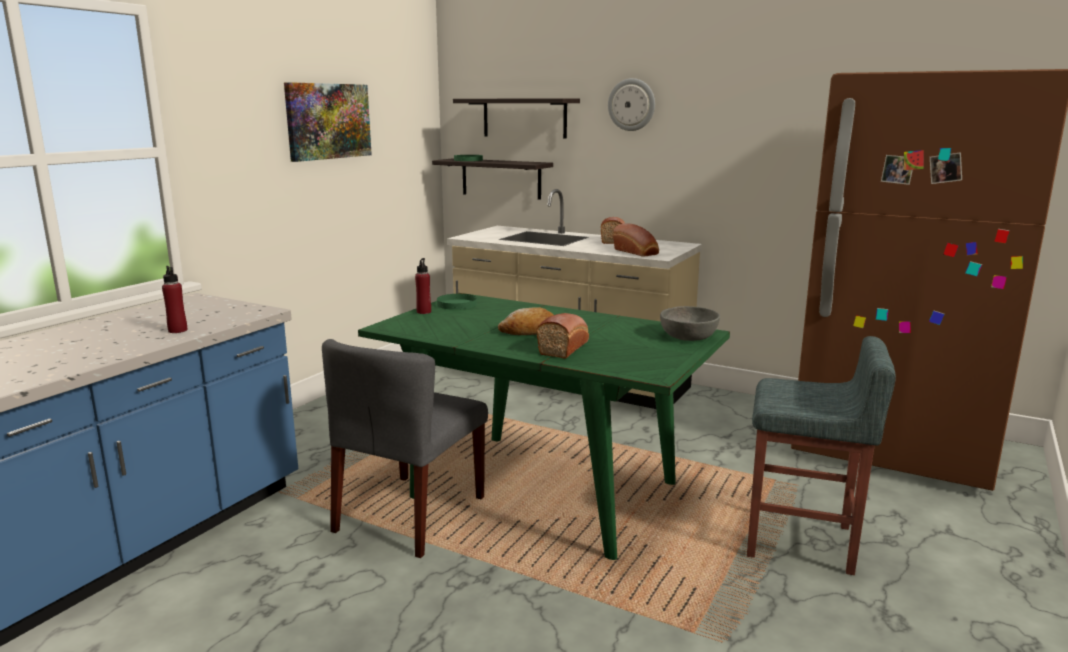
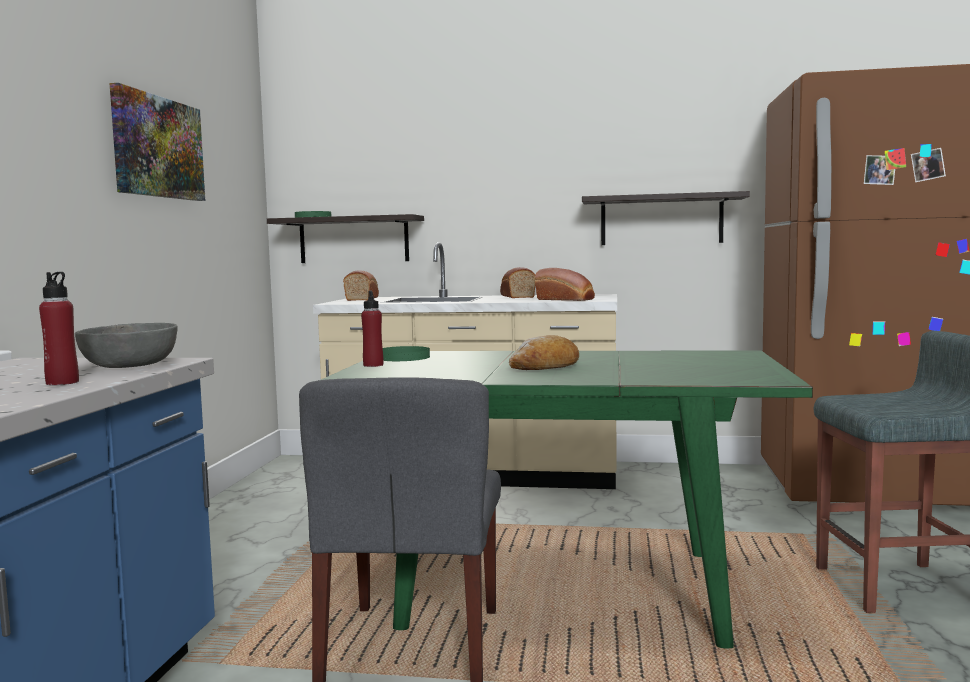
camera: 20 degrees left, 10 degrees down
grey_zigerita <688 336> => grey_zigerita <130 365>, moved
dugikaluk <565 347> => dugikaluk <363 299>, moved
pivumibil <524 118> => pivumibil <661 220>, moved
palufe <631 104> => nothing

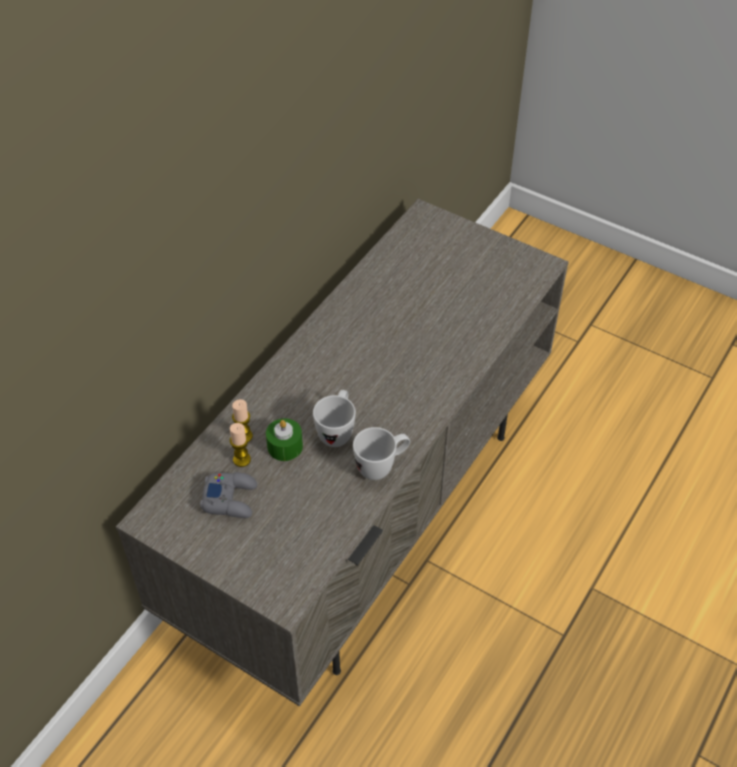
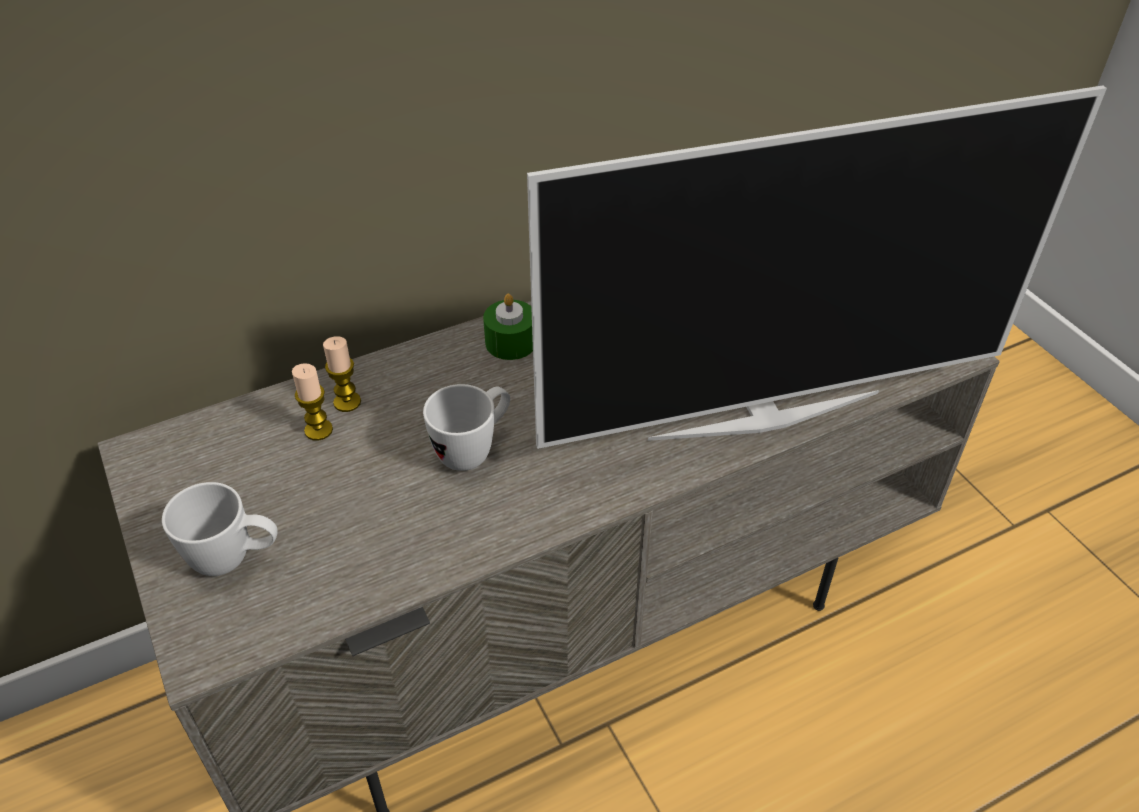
camera: 30 degrees right, 5 degrees down
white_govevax <382 466> => white_govevax <235 559>, moved
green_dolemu <285 446> => green_dolemu <511 342>, moved
nothing => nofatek <763 413>
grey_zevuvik <230 499> => nothing

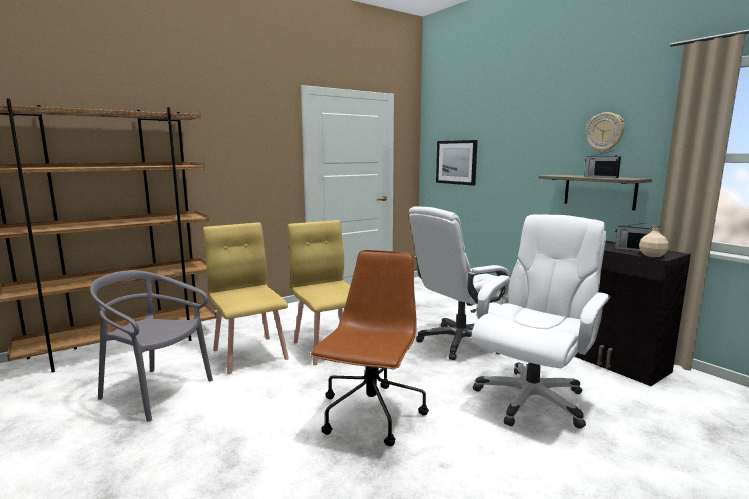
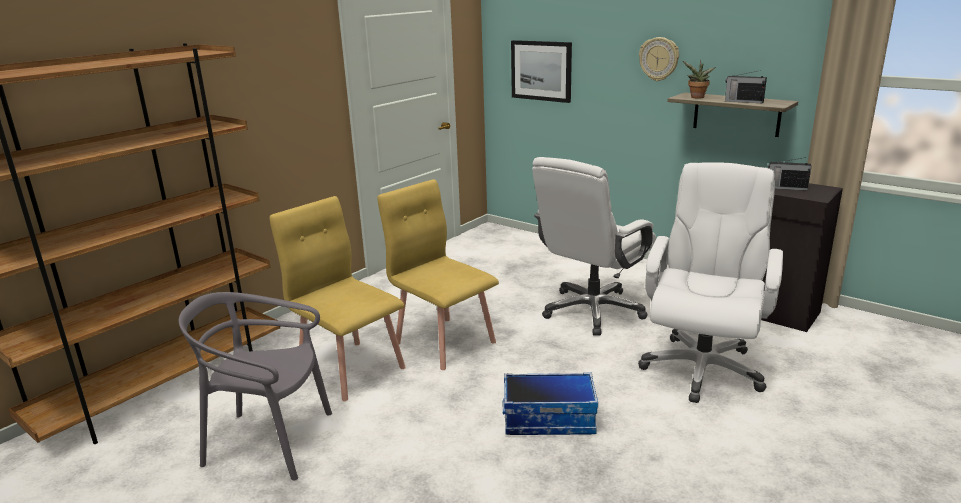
camera: 15 degrees left, 10 degrees up
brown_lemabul <371 415> => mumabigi <549 419>
palufe <605 132> => palufe <659 59>, moved
nothing => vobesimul <696 97>
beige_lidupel <652 255> => nothing

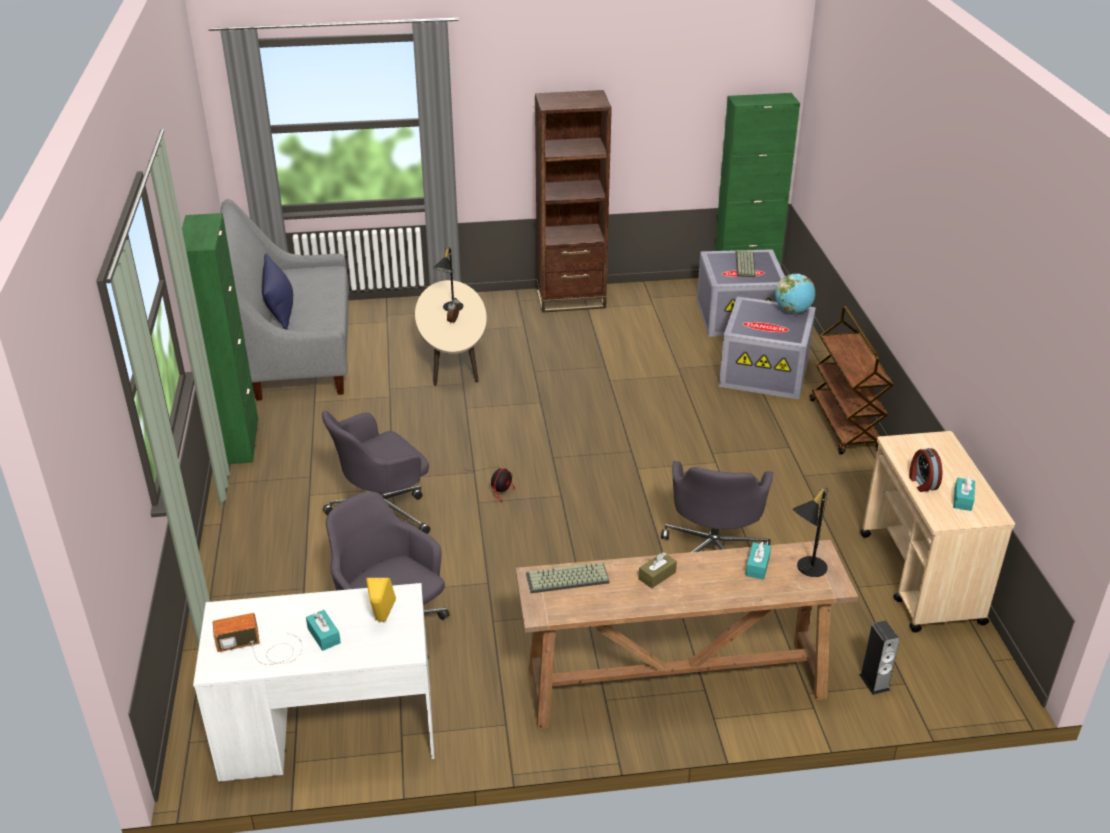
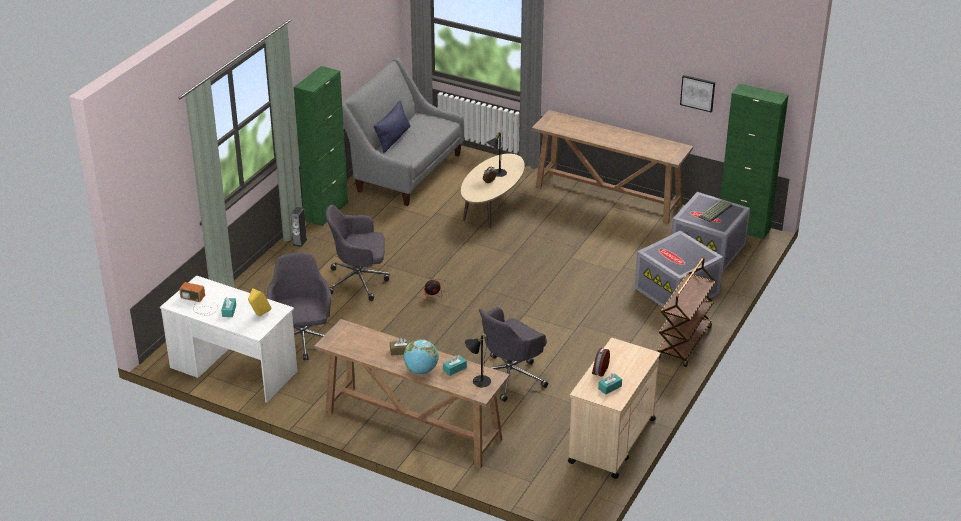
camera: 35 degrees right, 0 degrees up
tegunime <874 682> => tegunime <300 242>, moved
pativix <793 311> => pativix <421 370>, moved
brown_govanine <571 299> => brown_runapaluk <609 196>
nothing => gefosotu <698 93>
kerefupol <567 579> => nothing

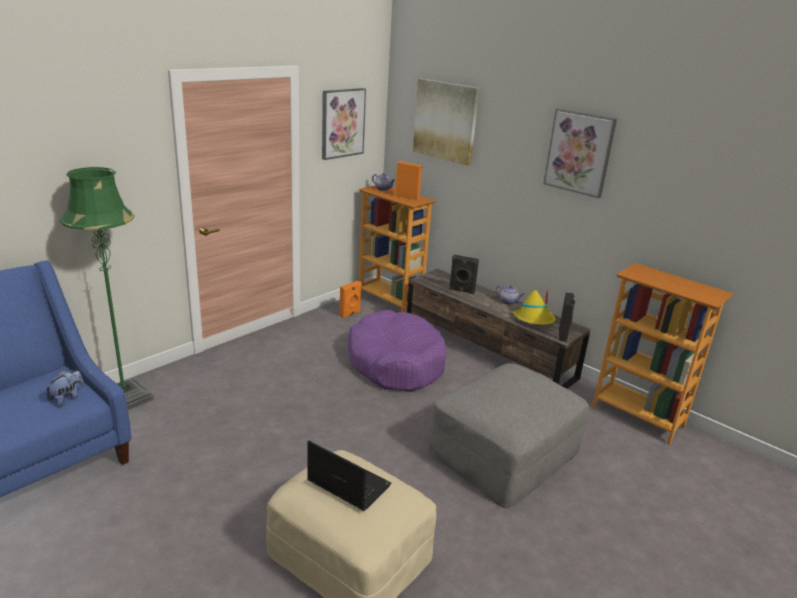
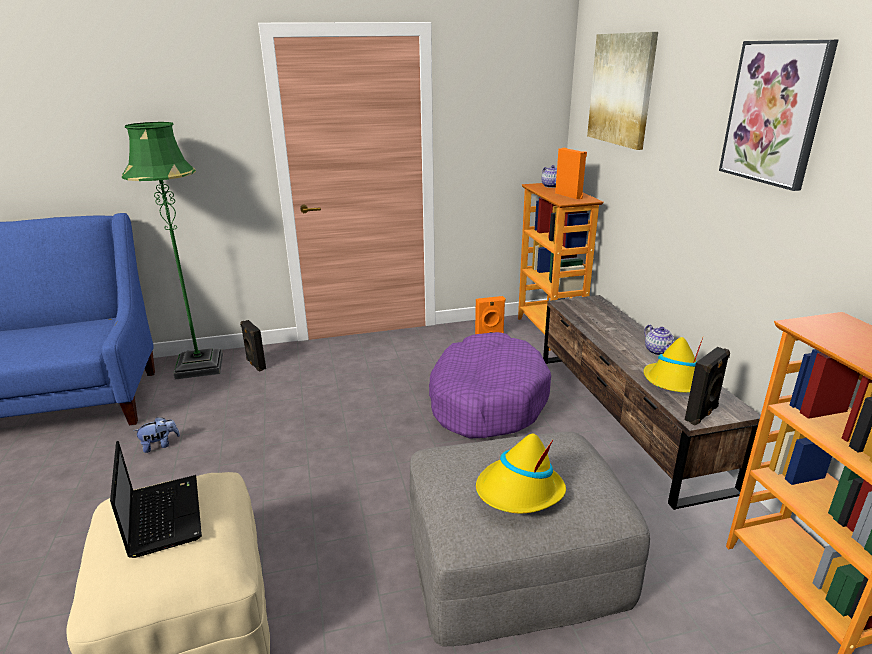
camera: 35 degrees right, 0 degrees up
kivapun <67 398> => kivapun <160 445>, moved
black_tegunime <461 291> => black_tegunime <255 364>, moved
nothing => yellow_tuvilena <519 491>
gefosotu <342 123> => nothing

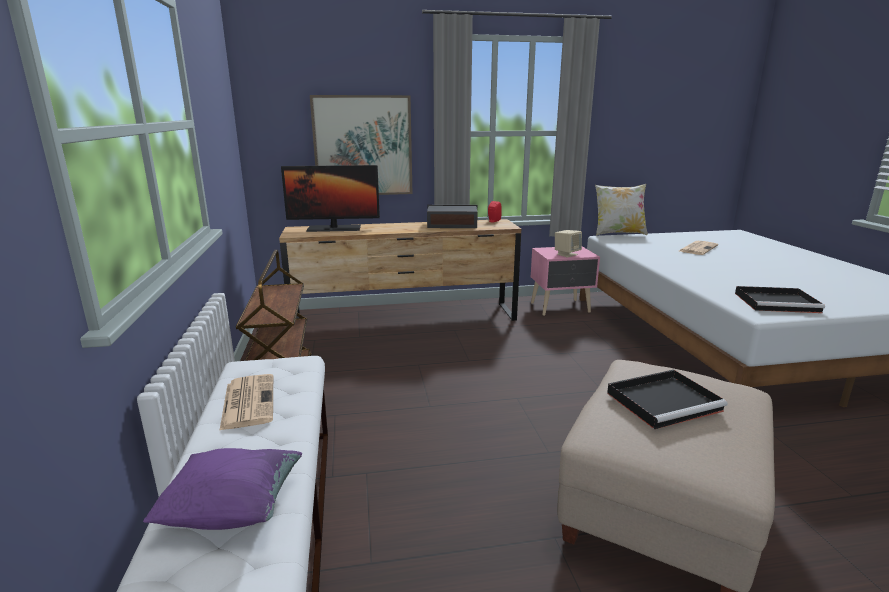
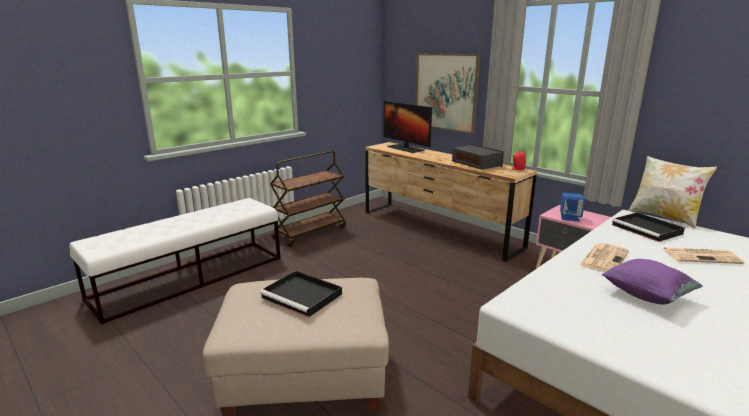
camera: 55 degrees right, 0 degrees up
beige_tegunime <567 254> => blue_tegunime <570 218>
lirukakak <248 401> => lirukakak <604 258>, moved
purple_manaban <233 509> => purple_manaban <647 295>, moved
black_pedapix <778 302> => black_pedapix <648 229>, moved

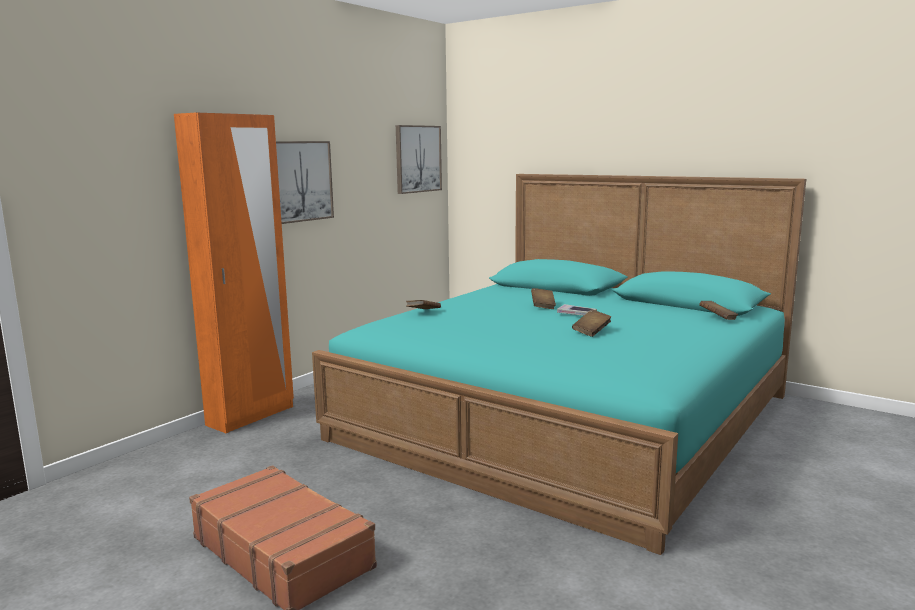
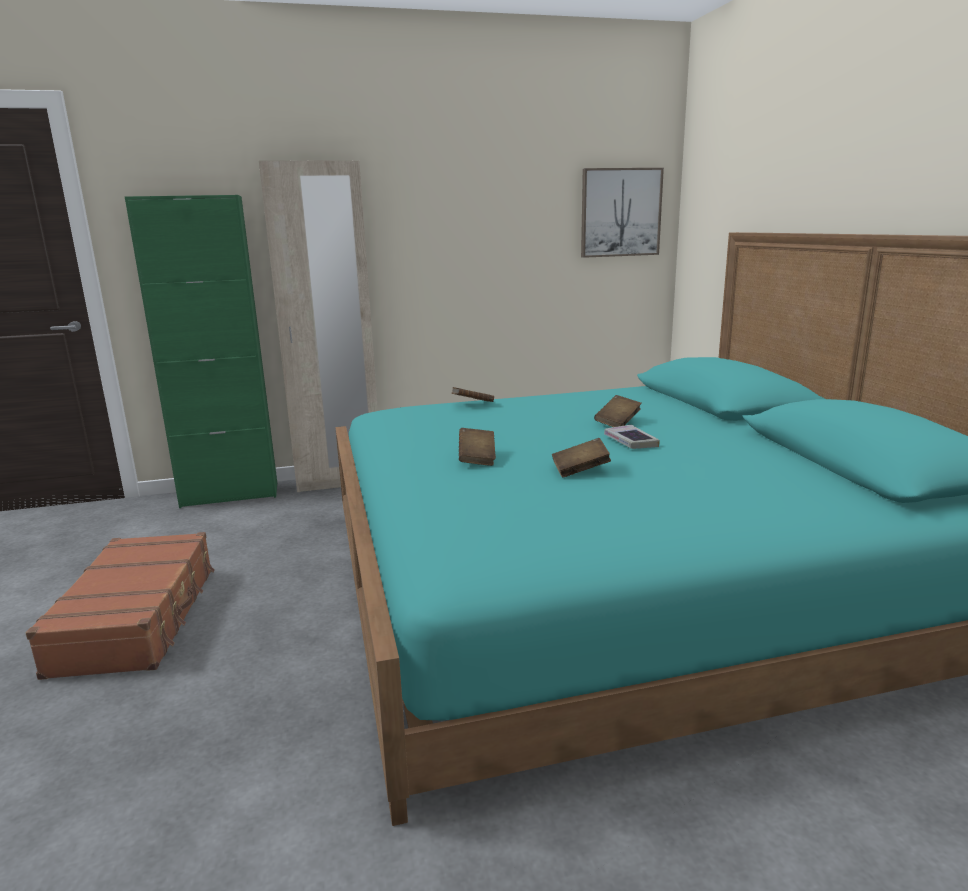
camera: 40 degrees right, 5 degrees up
nothing => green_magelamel <230 495>
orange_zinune <251 416> => beige_zinune <339 482>
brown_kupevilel <717 318> => brown_kupevilel <477 459>, moved
gefosotu <299 181> => nothing

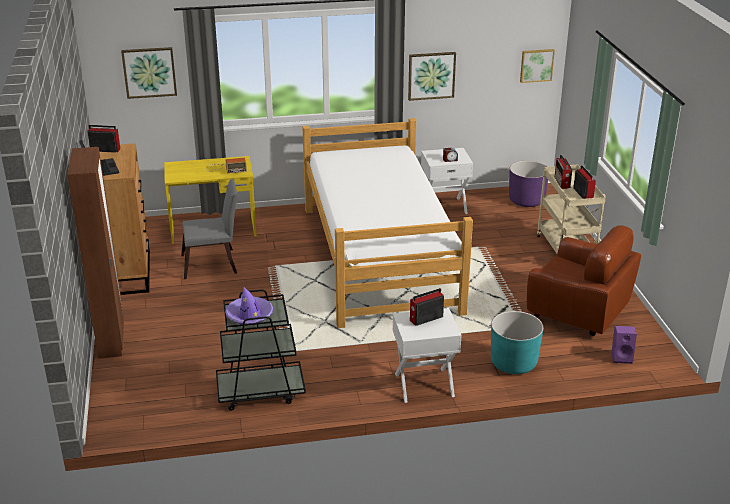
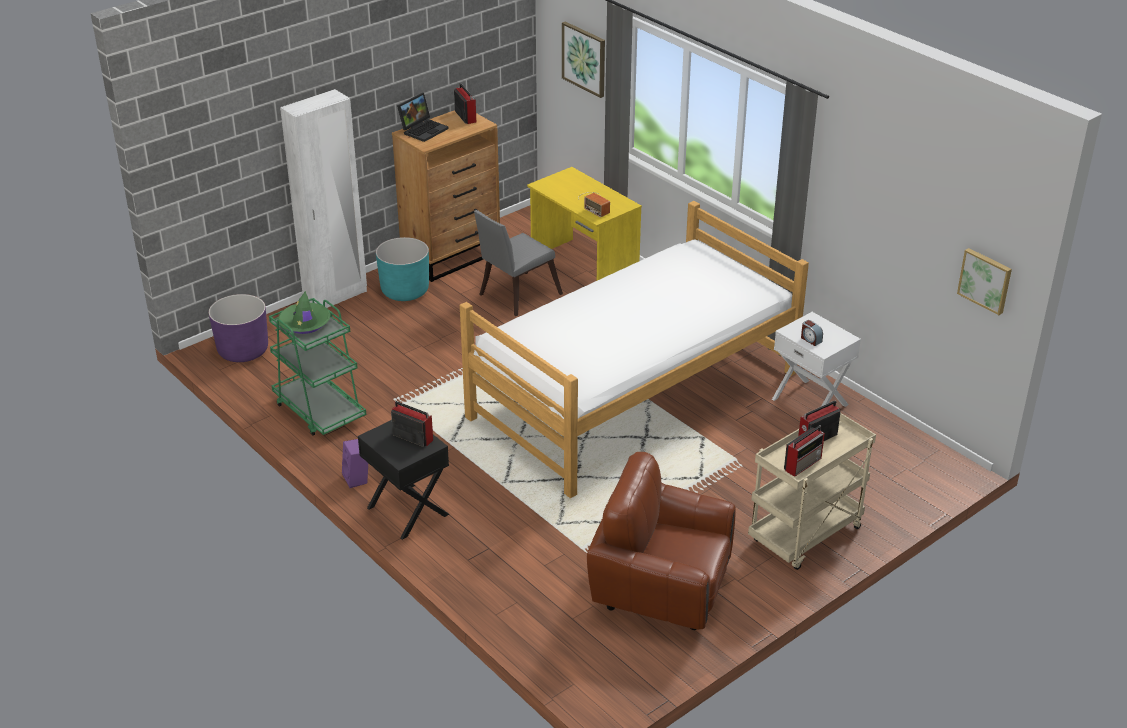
camera: 60 degrees right, 5 degrees up
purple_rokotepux <526 200> => purple_rokotepux <243 350>, moved
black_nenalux <260 391> => green_nenalux <319 411>
purple_tuvilena <249 315> => green_tuvilena <305 323>
brown_zinune <112 340> => white_zinune <335 297>
purple_tegunime <622 357> => purple_tegunime <357 479>, moved
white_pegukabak <424 385> => black_pegukabak <407 511>
turquoise_rokotepux <513 363> => turquoise_rokotepux <405 291>, moved
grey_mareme <213 264> => grey_mareme <516 296>, 90 degrees clockwise
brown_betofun <578 311> => brown_betofun <660 587>, 105 degrees clockwise
gefosotu <431 75> => nothing

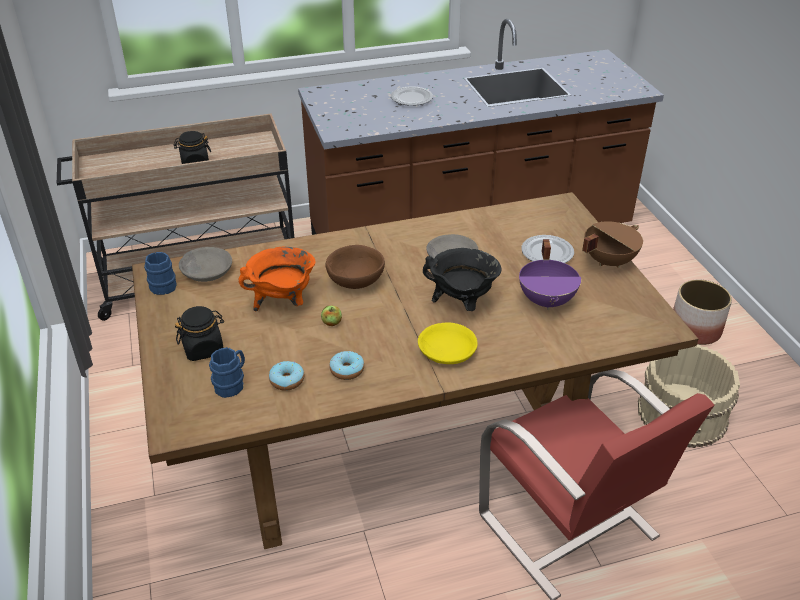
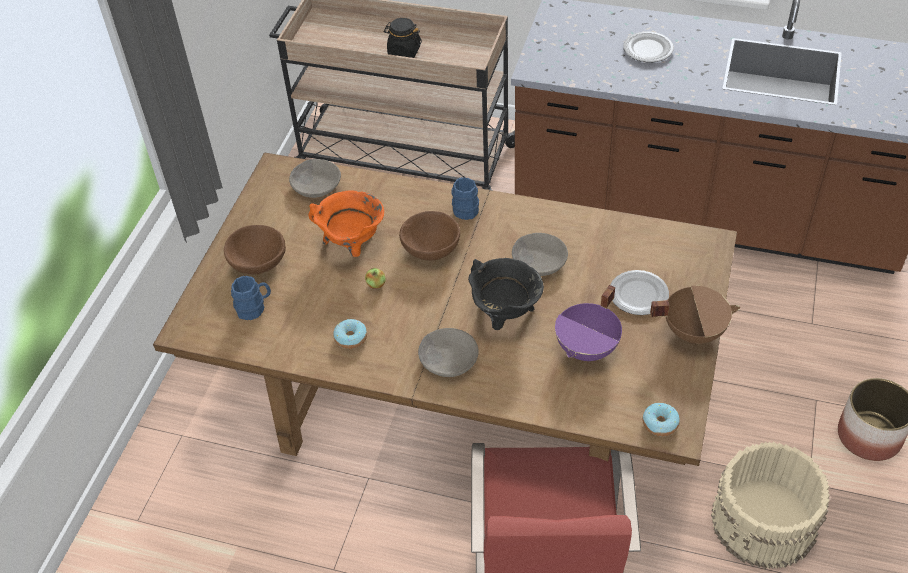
camera: 35 degrees right, 10 degrees up
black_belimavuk <203 348> => brown_zigerita <258 263>
yellow_zigerita <446 351> => grey_zigerita <448 359>
blue_govevax <161 285> => blue_govevax <465 207>, moved
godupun <287 380> => godupun <660 423>, moved

